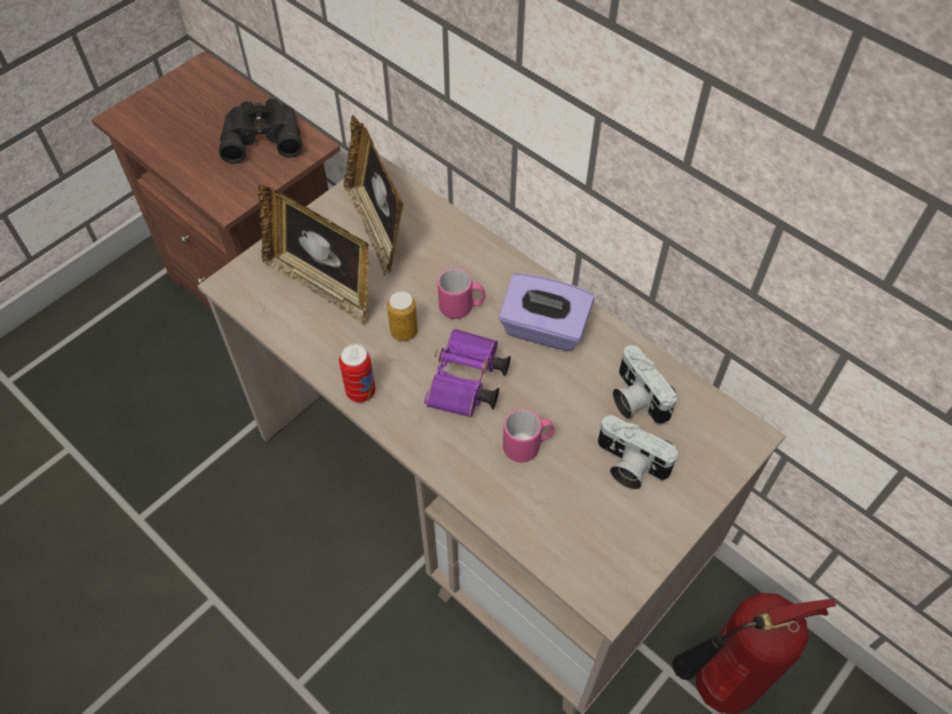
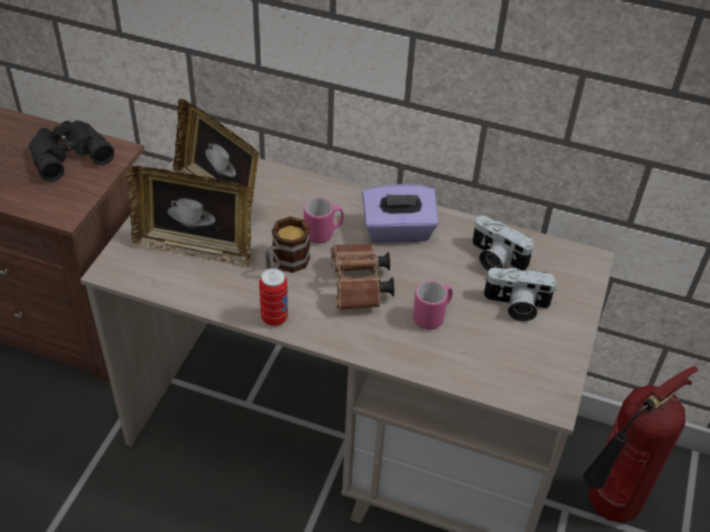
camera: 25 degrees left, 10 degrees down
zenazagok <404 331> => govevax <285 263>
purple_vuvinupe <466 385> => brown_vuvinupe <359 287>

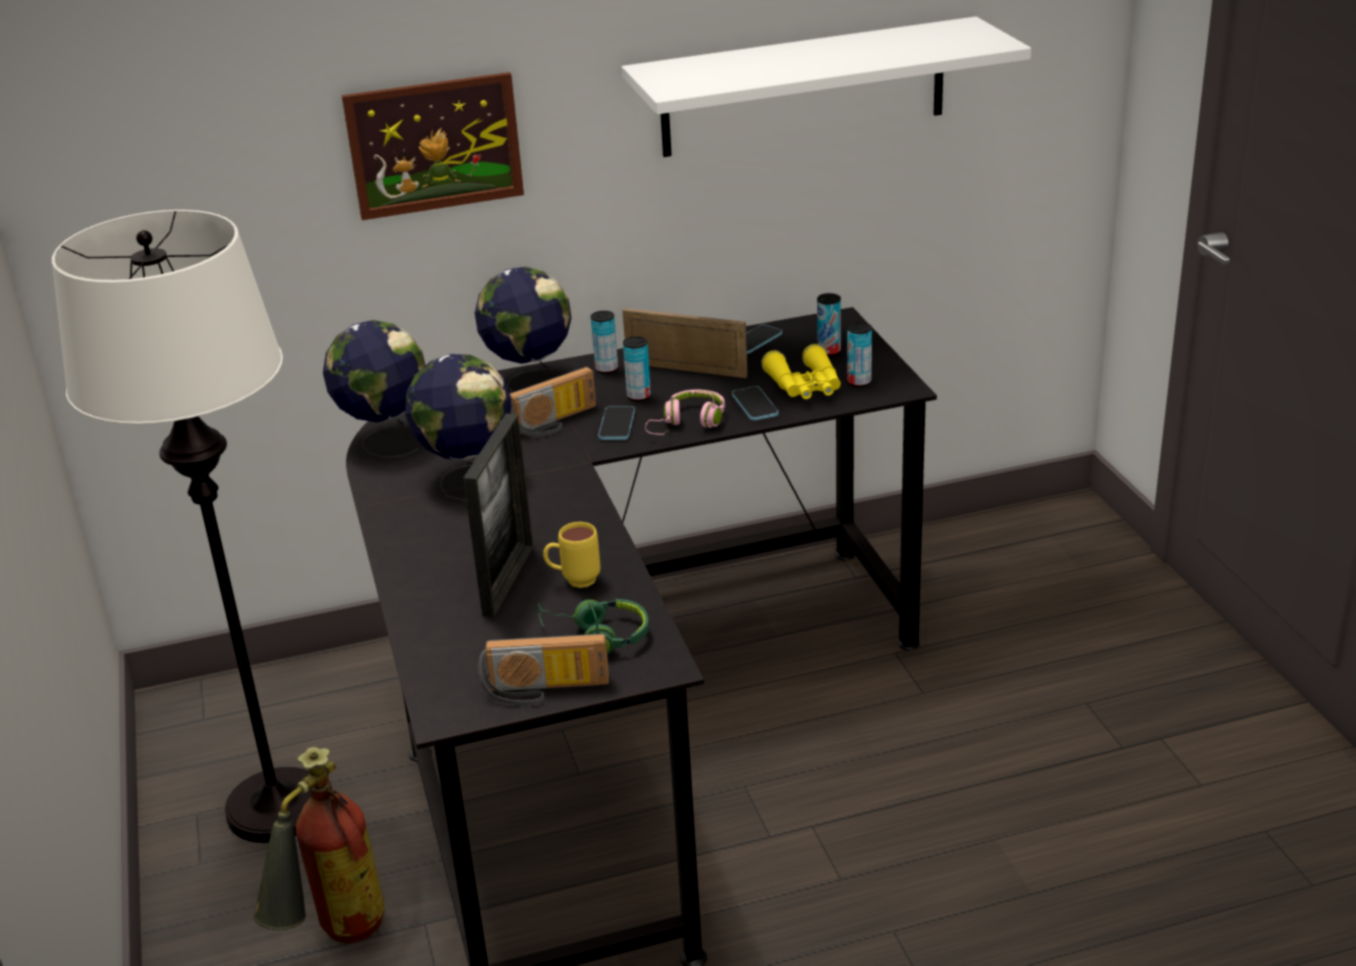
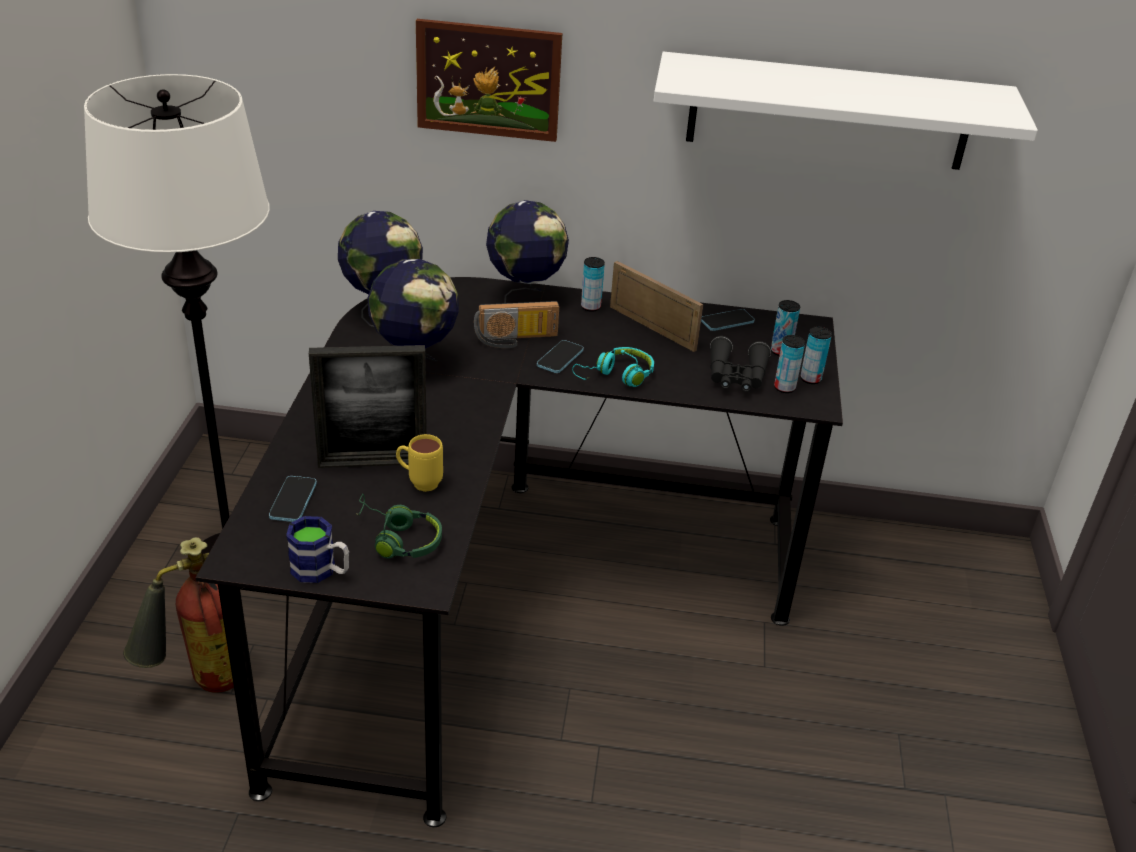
camera: 20 degrees right, 5 degrees up
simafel <754 405> => simafel <293 500>, moved
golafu <545 691> => govevax <321 571>
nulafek <508 580> => nulafek <372 462>, 45 degrees clockwise
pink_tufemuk <689 423> => turquoise_tufemuk <617 376>
yellow_vuvinupe <805 386> => black_vuvinupe <736 376>
zenazagok <639 396> => zenazagok <810 379>, moved

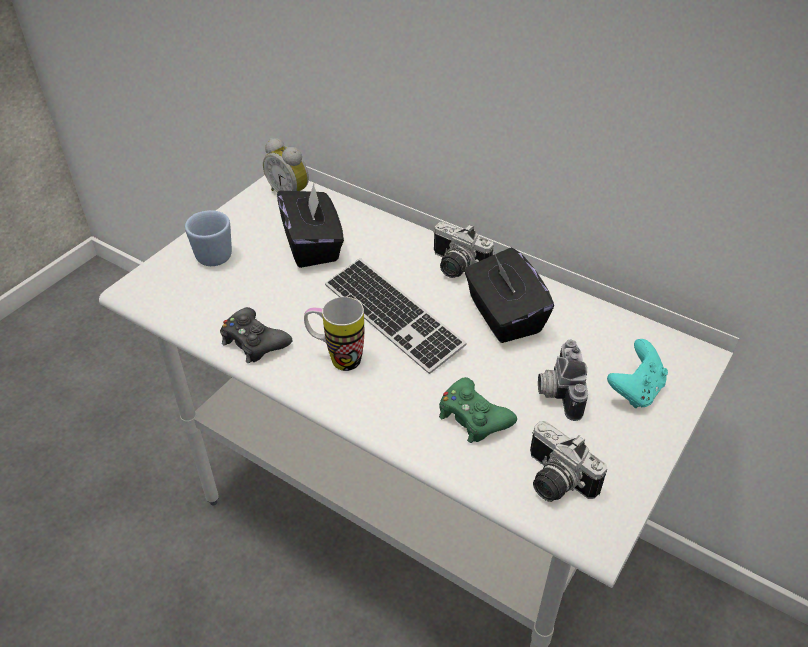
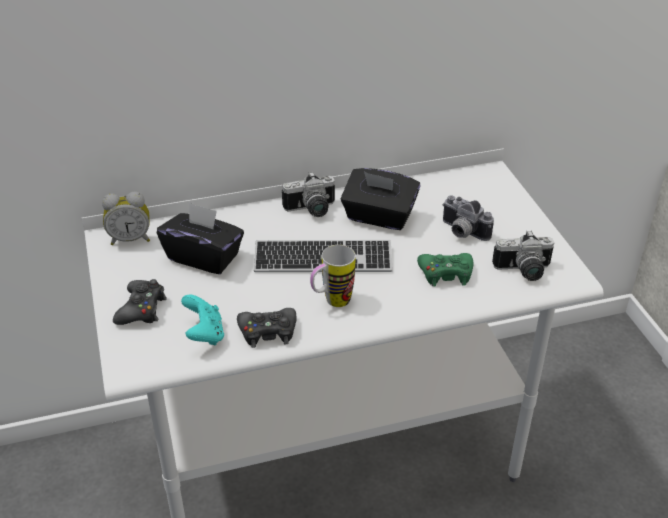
camera: 50 degrees left, 5 degrees down
blue_govevax <211 253> => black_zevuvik <141 309>
turquoise_zevuvik <635 390> => turquoise_zevuvik <204 334>, moved

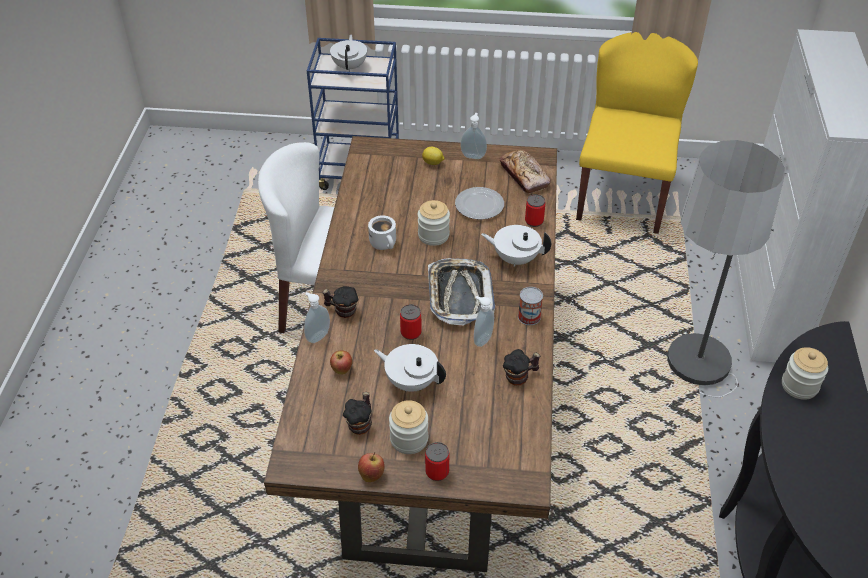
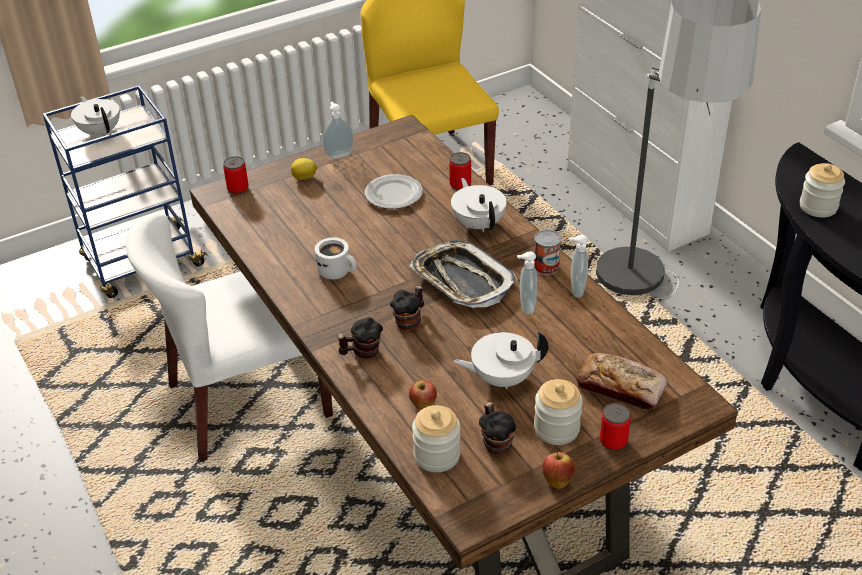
camera: 35 degrees left, 5 degrees down
zenazagok <411 333> => zenazagok <238 188>, moved
govevax <520 377> => govevax <410 320>, moved
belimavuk <433 235> => belimavuk <437 455>, moved
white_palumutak <515 258> => white_palumutak <478 223>, 90 degrees clockwise
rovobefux <317 336> => rovobefux <575 290>, moved
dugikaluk <524 176> => dugikaluk <621 387>, moved

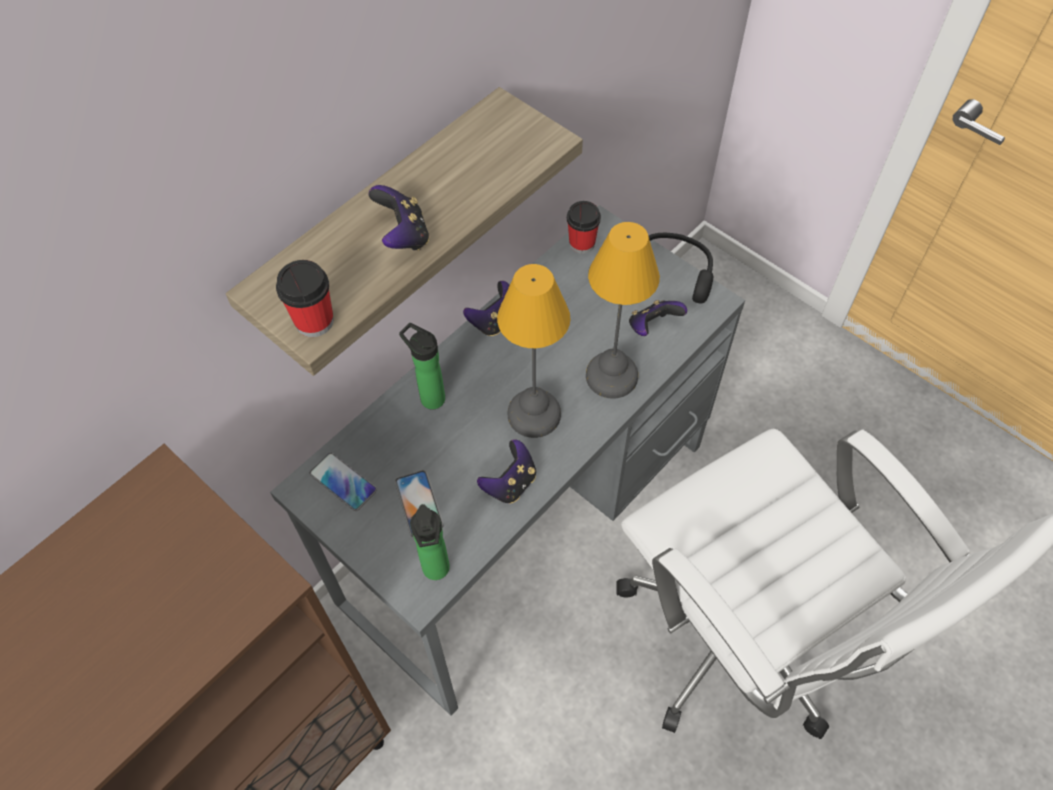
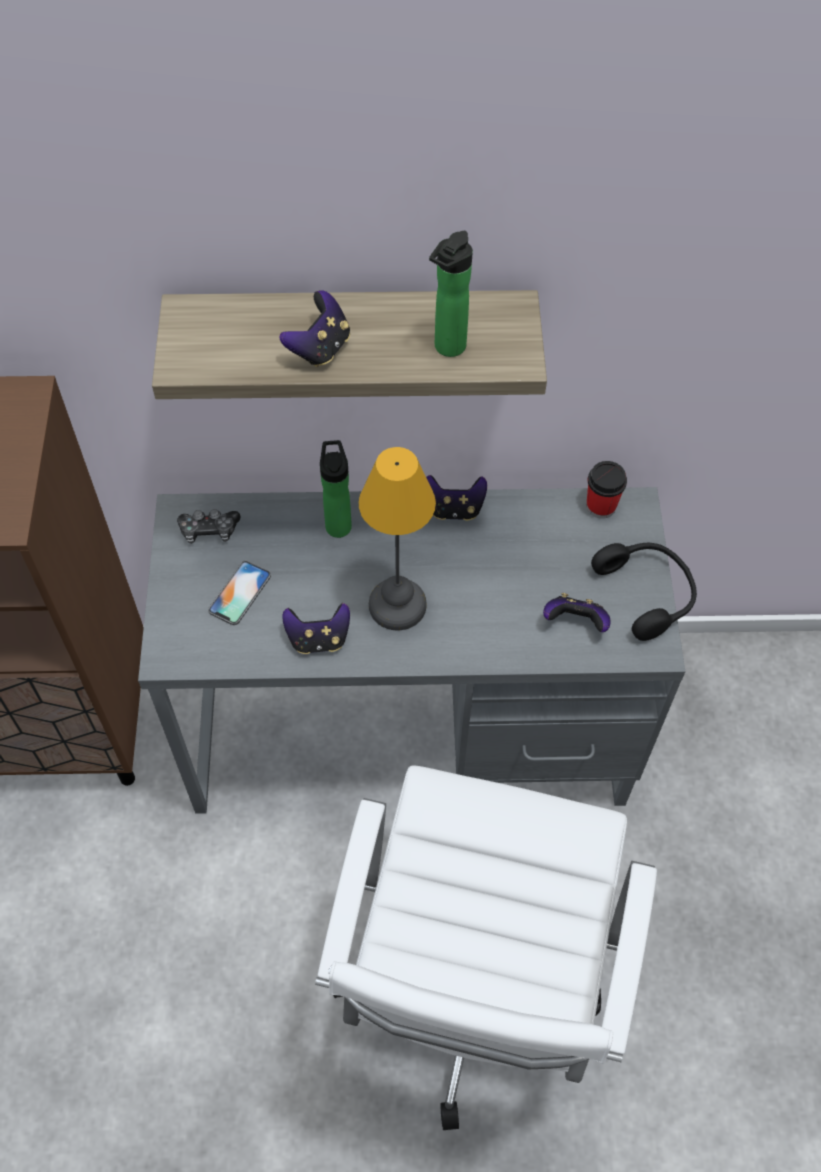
camera: 45 degrees right, 0 degrees up
simafel <343 482> => zevuvik <209 531>
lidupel <436 572> => lidupel <447 349>, moved
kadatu <314 321> => nothing
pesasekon <613 377> => nothing

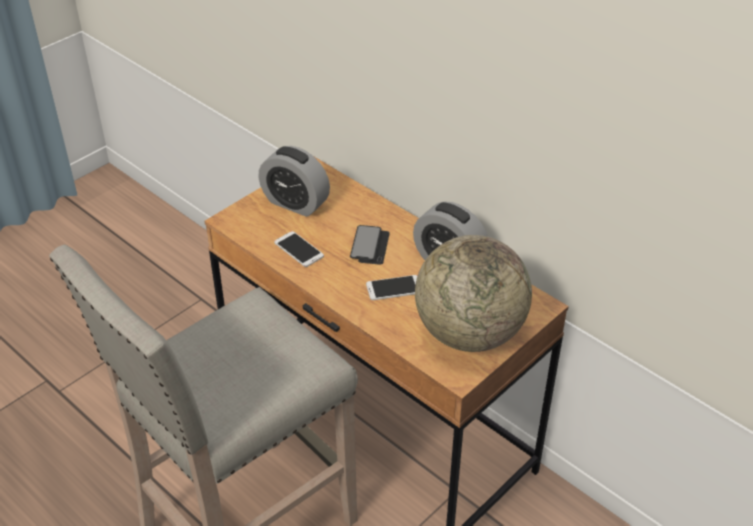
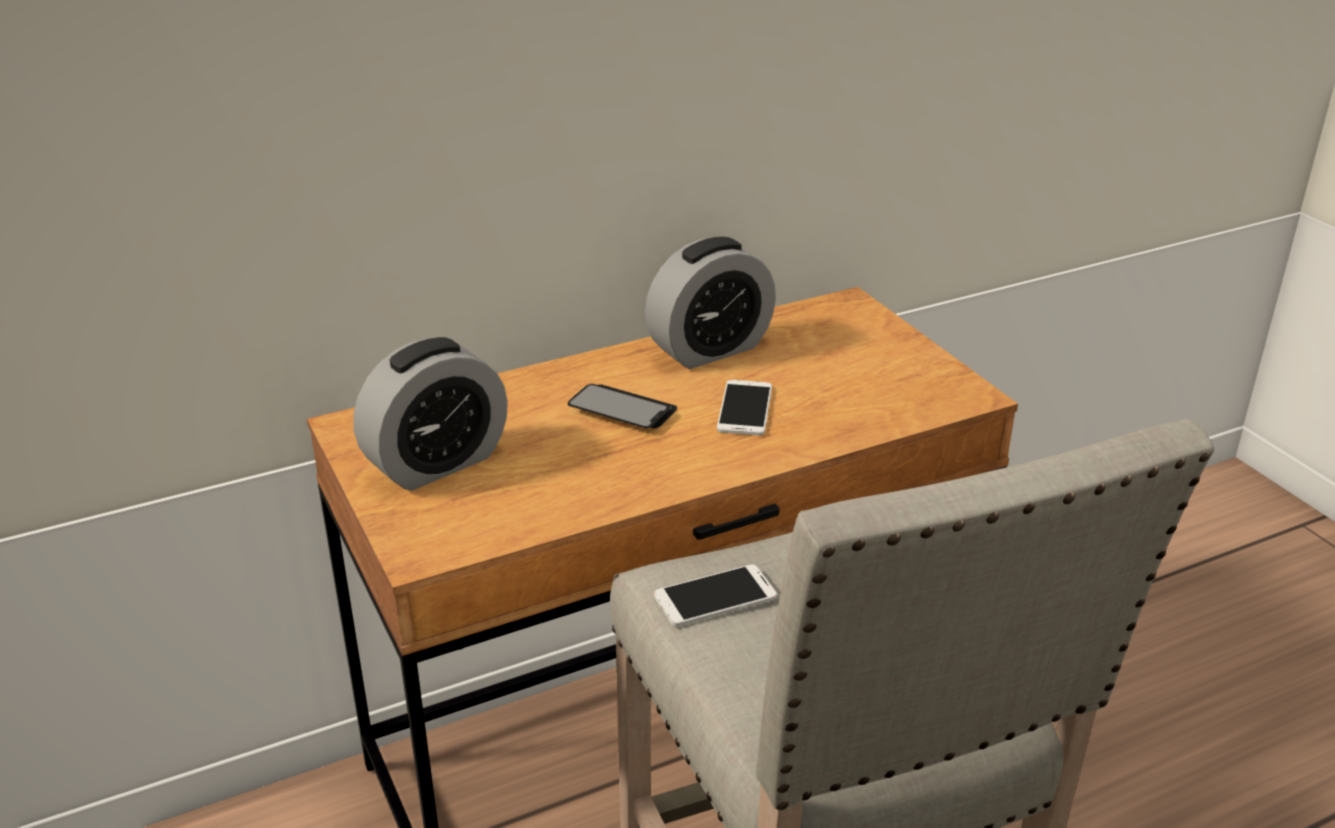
camera: 70 degrees left, 10 degrees down
simafel <299 249> => simafel <715 596>, moved
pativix <469 333> => nothing

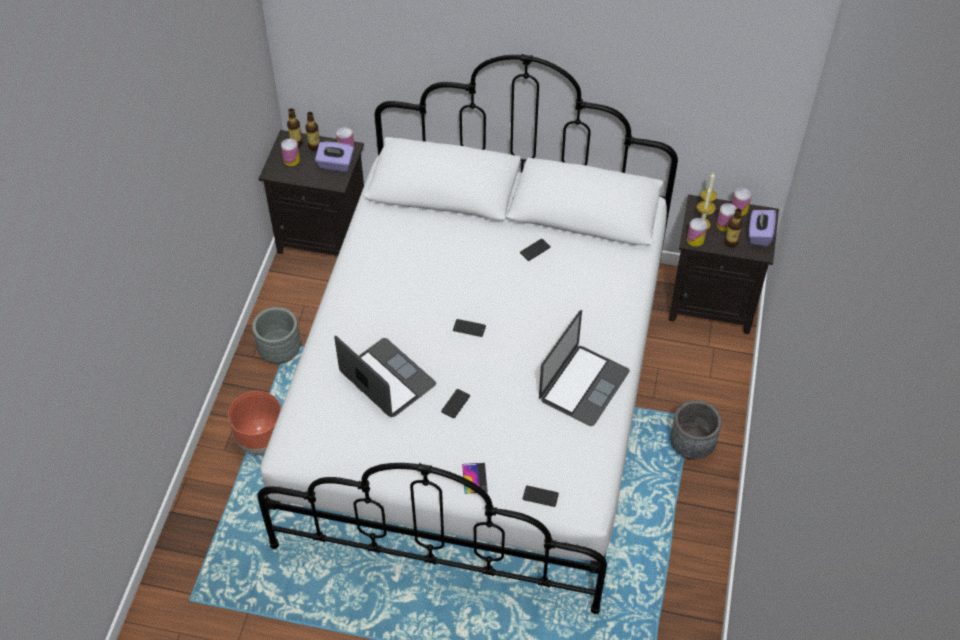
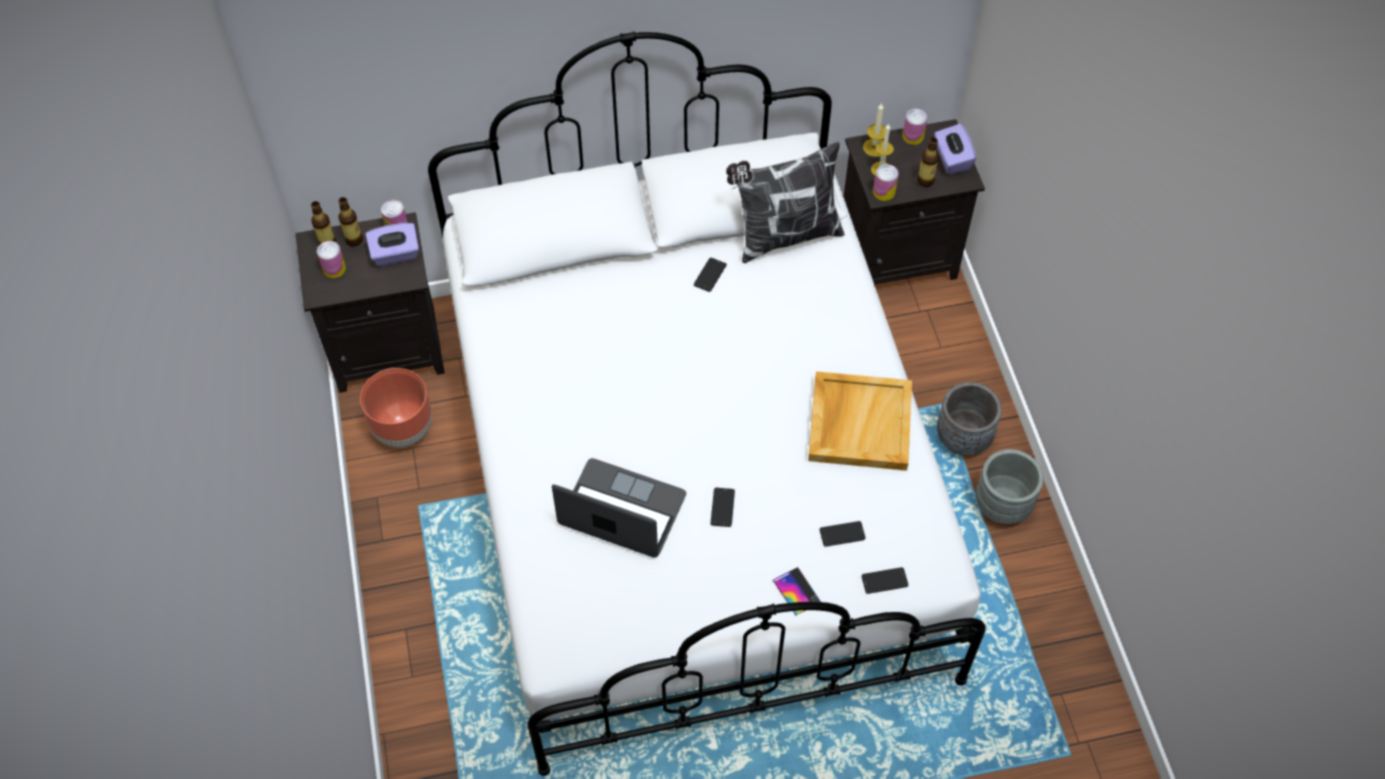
camera: 25 degrees left, 5 degrees up
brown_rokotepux <262 440> => brown_rokotepux <403 429>, moved
nothing => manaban <784 236>
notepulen <583 385> => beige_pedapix <859 422>
simafel <469 328> => simafel <842 534>, moved
grey_rokotepux <280 352> => grey_rokotepux <1002 505>, moved
zenazagok <725 225> => nothing

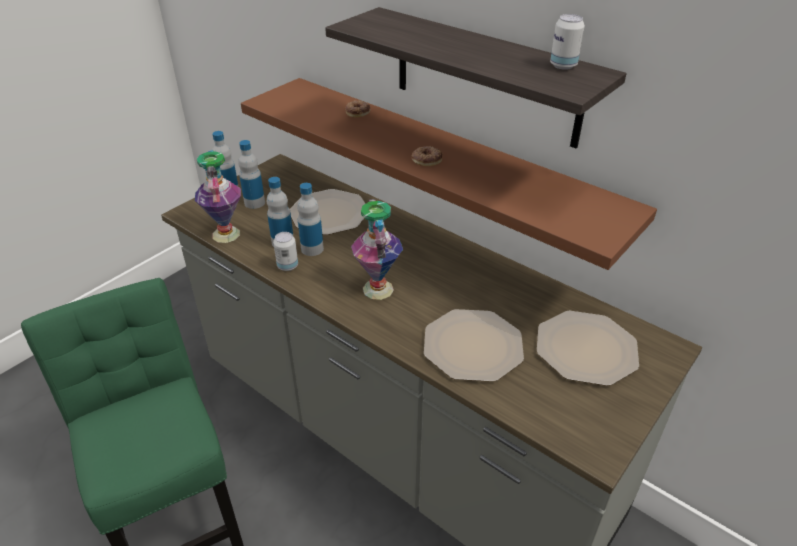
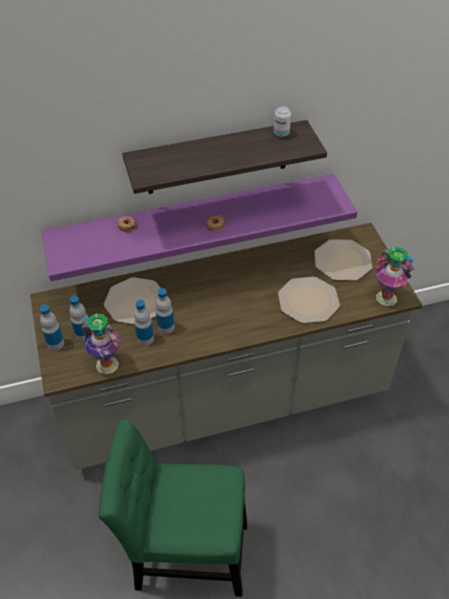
camera: 55 degrees left, 10 degrees up
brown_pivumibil <447 164> => purple_pivumibil <194 219>
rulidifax <379 289> => rulidifax <386 298>, moved
zenazagok <287 266> => nothing

